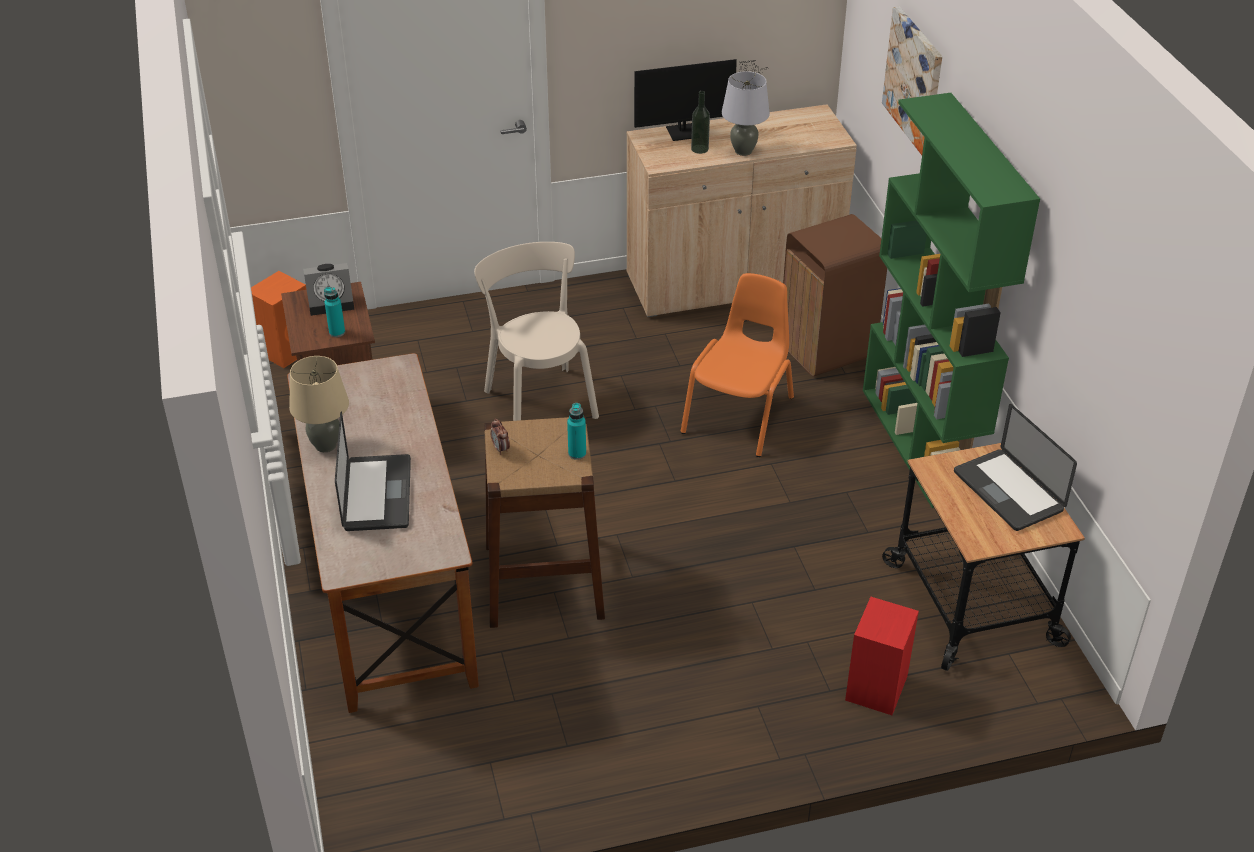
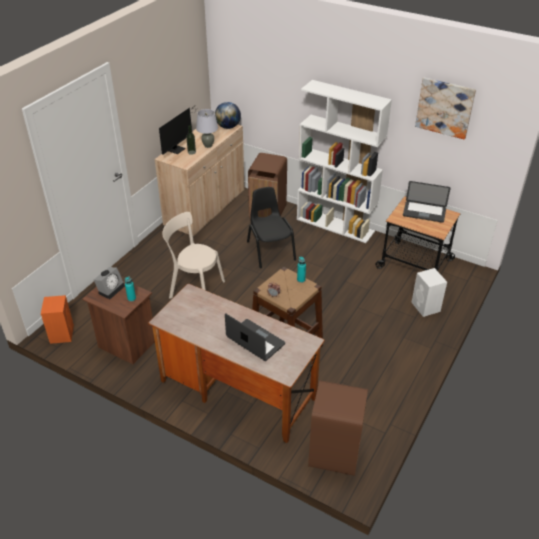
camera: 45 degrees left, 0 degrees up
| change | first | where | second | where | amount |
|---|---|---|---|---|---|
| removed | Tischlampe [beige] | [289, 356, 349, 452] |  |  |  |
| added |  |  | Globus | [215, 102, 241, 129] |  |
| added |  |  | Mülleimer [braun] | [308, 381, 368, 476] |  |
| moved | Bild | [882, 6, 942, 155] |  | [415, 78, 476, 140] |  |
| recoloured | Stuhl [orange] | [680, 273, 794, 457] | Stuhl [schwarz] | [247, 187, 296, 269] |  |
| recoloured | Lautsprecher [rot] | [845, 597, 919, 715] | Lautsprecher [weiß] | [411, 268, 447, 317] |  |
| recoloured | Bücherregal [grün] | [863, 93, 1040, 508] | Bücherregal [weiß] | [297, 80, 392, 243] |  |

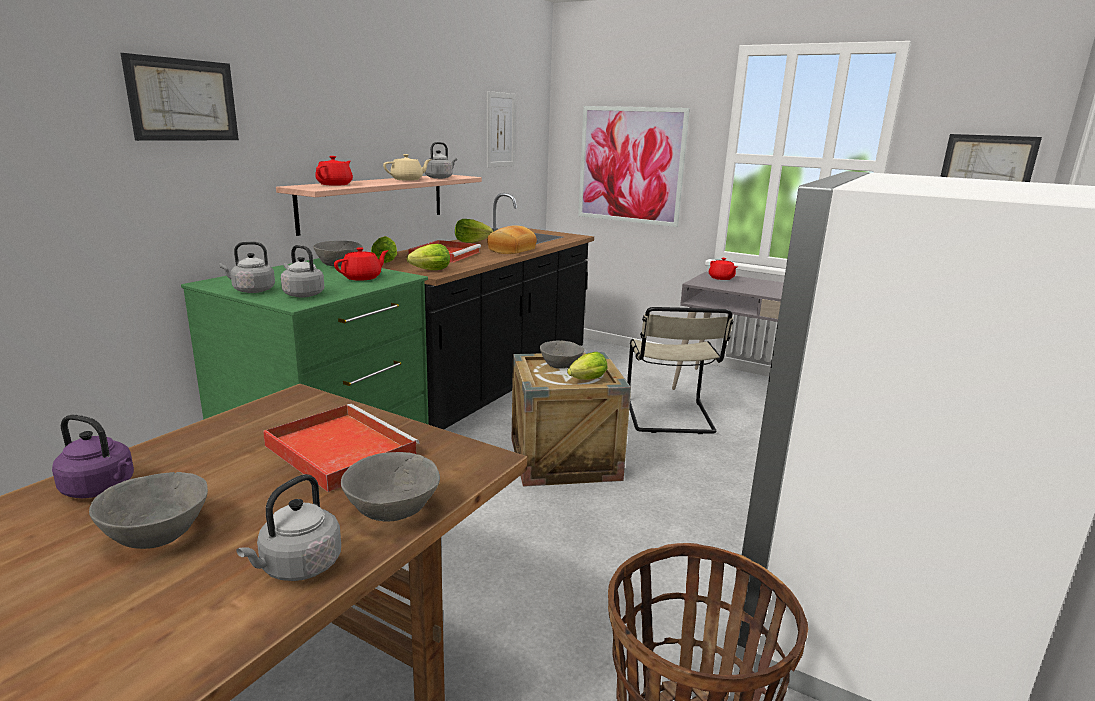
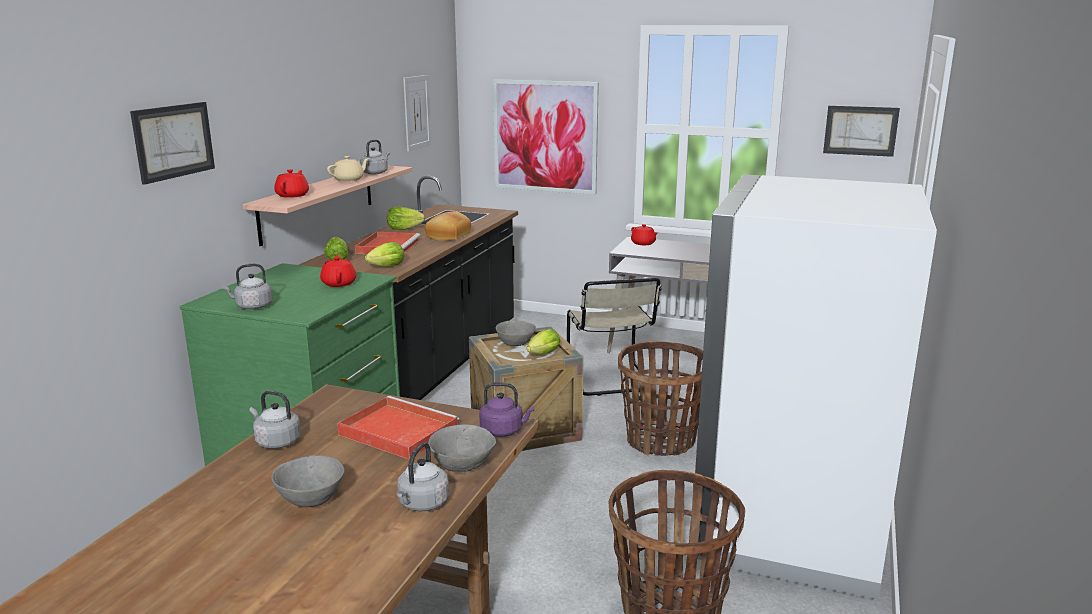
camera: 10 degrees left, 0 degrees up
| change | first | where | second | where | amount |
|---|---|---|---|---|---|
| removed | Schüssel [grau] | [313, 241, 363, 266] |  |  |  |
| added |  |  | Korb | [618, 341, 703, 456] |  |
| moved | Wasserkessel [lila] | [52, 415, 134, 498] |  | [479, 382, 535, 437] |  |
| moved | Wasserkessel [grau] | [281, 245, 324, 297] |  | [249, 391, 301, 449] |  |
| turned | Teekanne [rot] | [334, 247, 389, 281] |  | [320, 255, 356, 287] | 45 degrees counterclockwise |

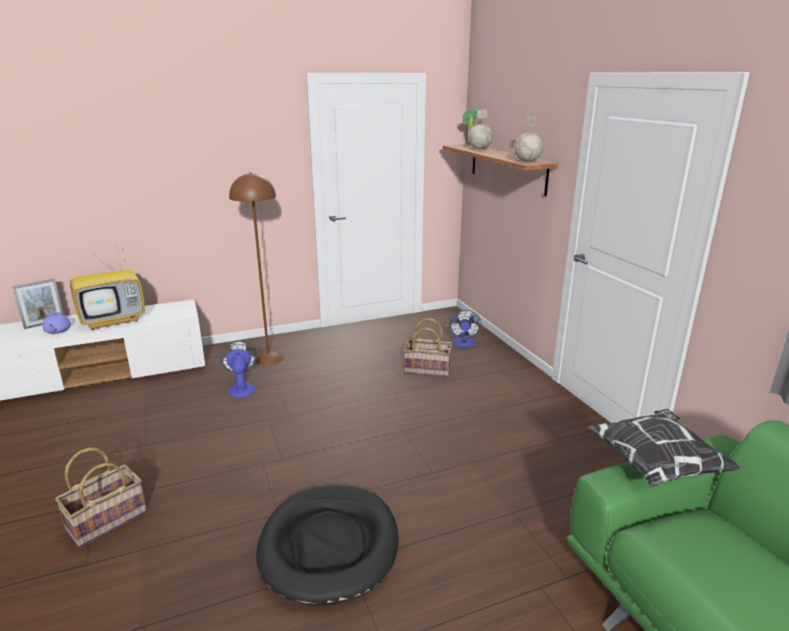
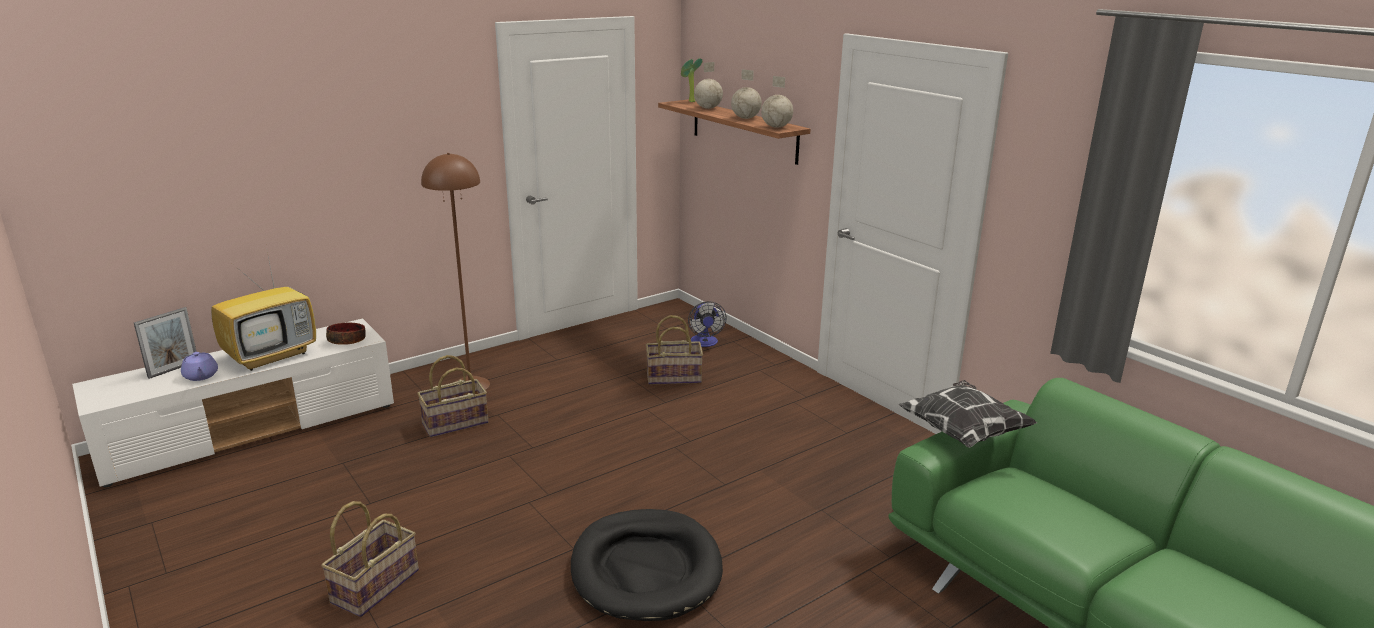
camera: 15 degrees left, 0 degrees up
| change | first | where | second | where | amount |
|---|---|---|---|---|---|
| added |  |  | Schüssel | [326, 322, 366, 345] |  |
| added |  |  | Globus | [731, 69, 762, 119] |  |
| replaced | Ventilator | [220, 340, 257, 398] | Korb | [417, 355, 488, 437] |  |

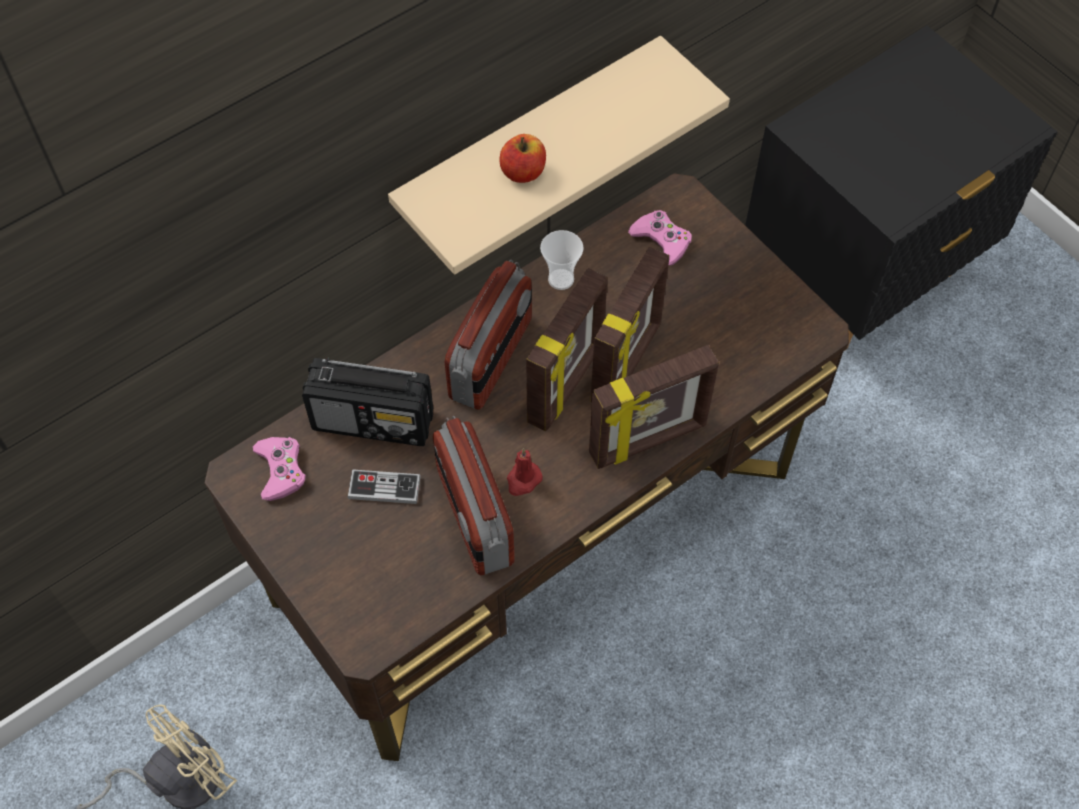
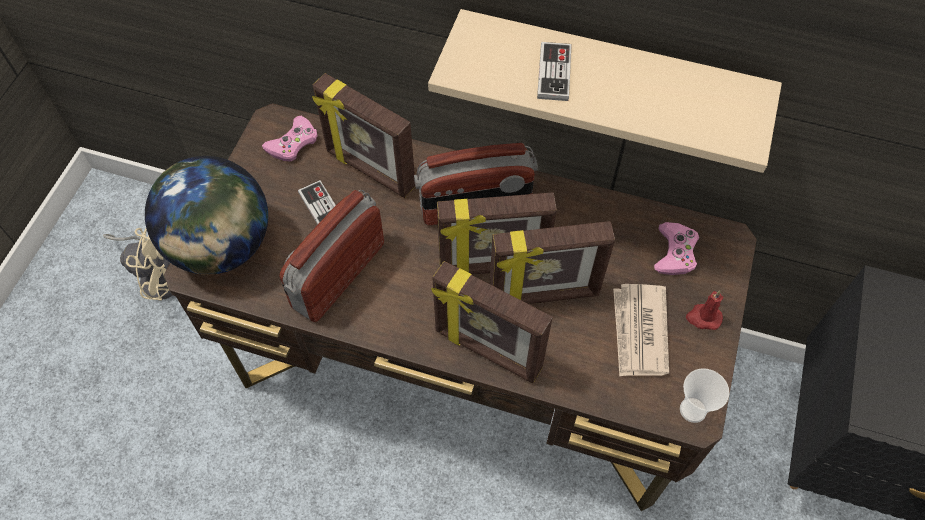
camera: 55 degrees right, 0 degrees up
| change | first | where | second | where | amount |
|---|---|---|---|---|---|
| added |  |  | Globus | [145, 156, 268, 275] |  |
| added |  |  | Zeitung | [613, 284, 669, 377] |  |
| moved | Kerze [rot] | [507, 448, 543, 496] |  | [686, 290, 723, 330] |  |
| moved | Tasse | [540, 230, 584, 290] |  | [680, 368, 729, 423] |  |
| replaced | Radio | [302, 357, 433, 446] | Bilderrahmen | [312, 73, 415, 198] |  |
| replaced | Apfel | [500, 134, 546, 183] | Gamepad | [537, 42, 571, 101] |  |

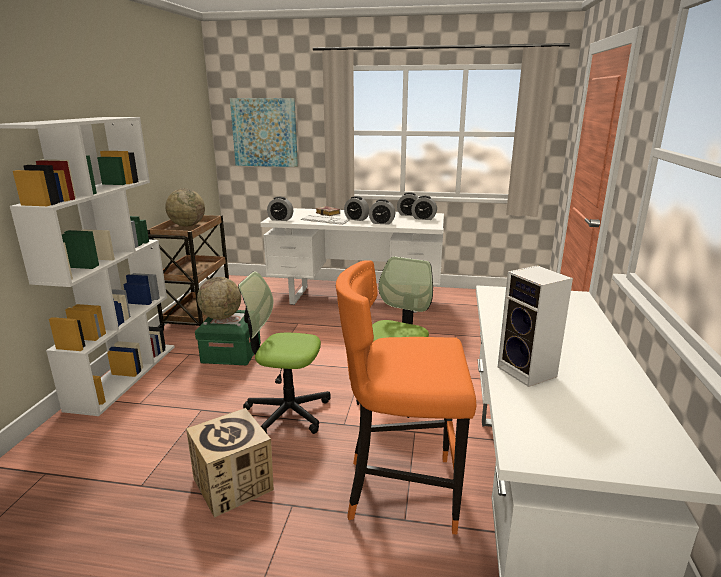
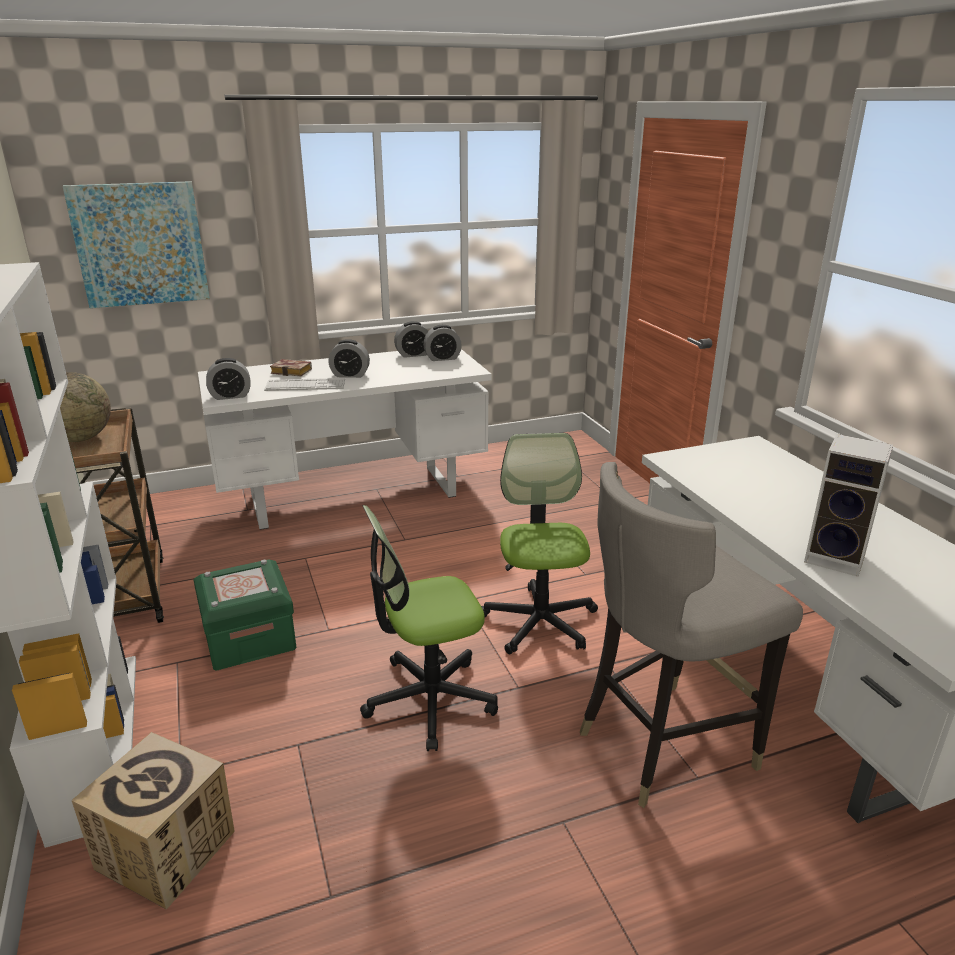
camera: 30 degrees left, 5 degrees up
| change | first | where | second | where | amount |
|---|---|---|---|---|---|
| removed | Globus | [197, 277, 241, 320] |  |  |  |
| removed | Wecker | [369, 199, 395, 225] |  |  |  |
| moved | Karton | [186, 408, 274, 518] |  | [72, 732, 235, 910] |  |
| recoloured | Hocker [orange] | [336, 260, 476, 534] | Hocker [grau] | [580, 462, 803, 808] |  |

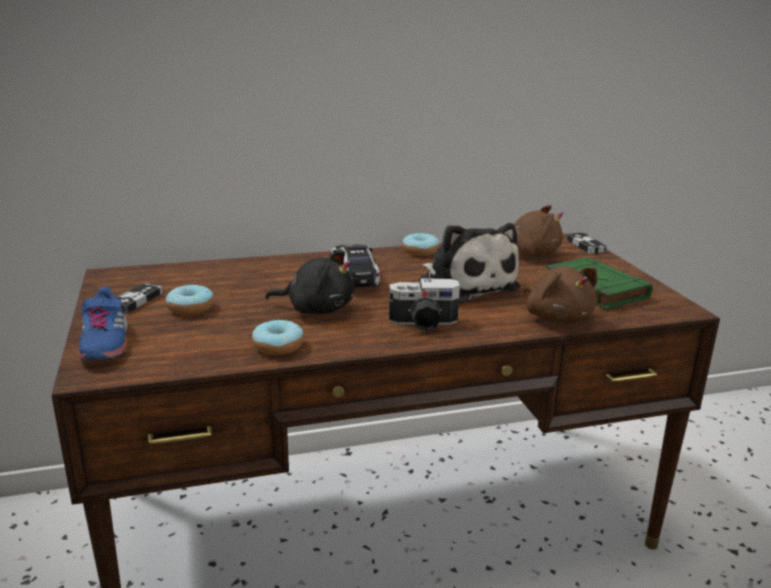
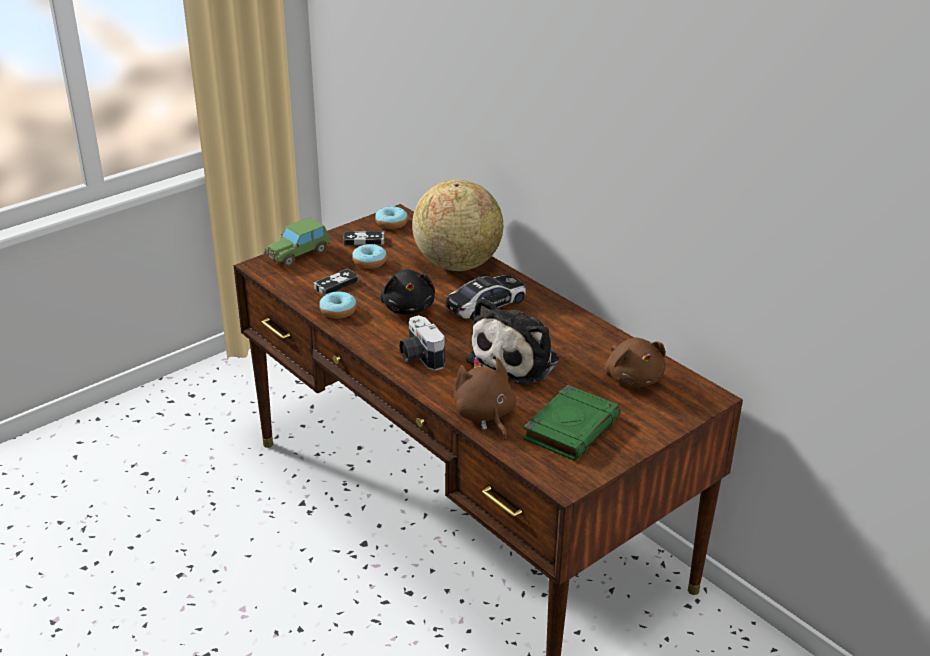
camera: 65 degrees right, 10 degrees up
| change | first | where | second | where | amount |
|---|---|---|---|---|---|
| added |  |  | Globus | [412, 179, 503, 271] |  |
| moved | Donut | [402, 233, 440, 256] |  | [375, 206, 408, 229] |  |
| moved | Gamepad | [567, 233, 607, 254] |  | [313, 269, 359, 296] |  |
| replaced | Schuh [blau] | [78, 287, 128, 361] | Spielzeugauto | [264, 217, 330, 267] |  |
| turned | Plüschtier [braun] | [523, 267, 597, 323] |  | [454, 357, 516, 440] | 120 degrees clockwise |

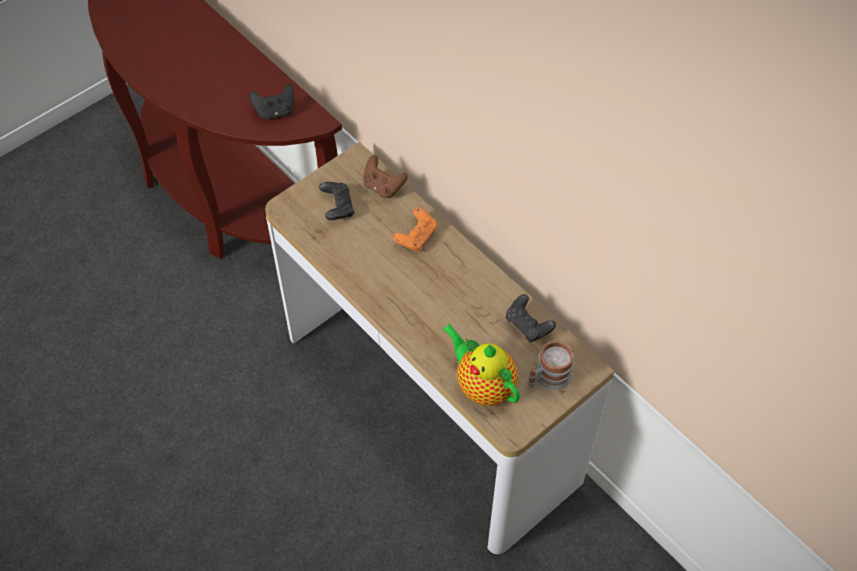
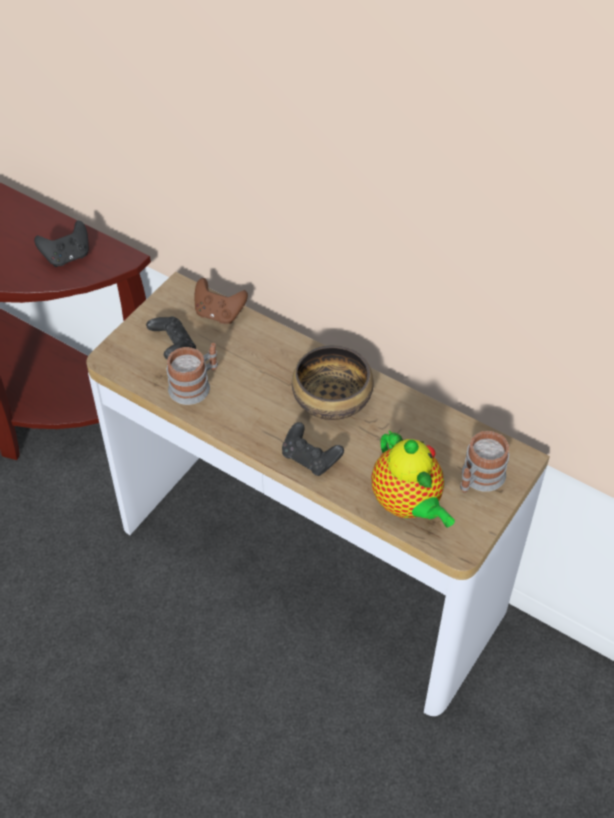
camera: 15 degrees left, 5 degrees down
| change | first | where | second | where | amount |
|---|---|---|---|---|---|
| removed | Gamepad [orange] | [393, 207, 437, 252] |  |  |  |
| added |  |  | Henkelbecher | [167, 343, 218, 405] |  |
| added |  |  | Schüssel | [292, 345, 374, 420] |  |
| moved | Gamepad [schwarz] | [506, 294, 556, 342] |  | [282, 422, 344, 476] |  |
| turned | Teekanne | [442, 324, 520, 406] |  | [371, 430, 455, 527] | 150 degrees counterclockwise |

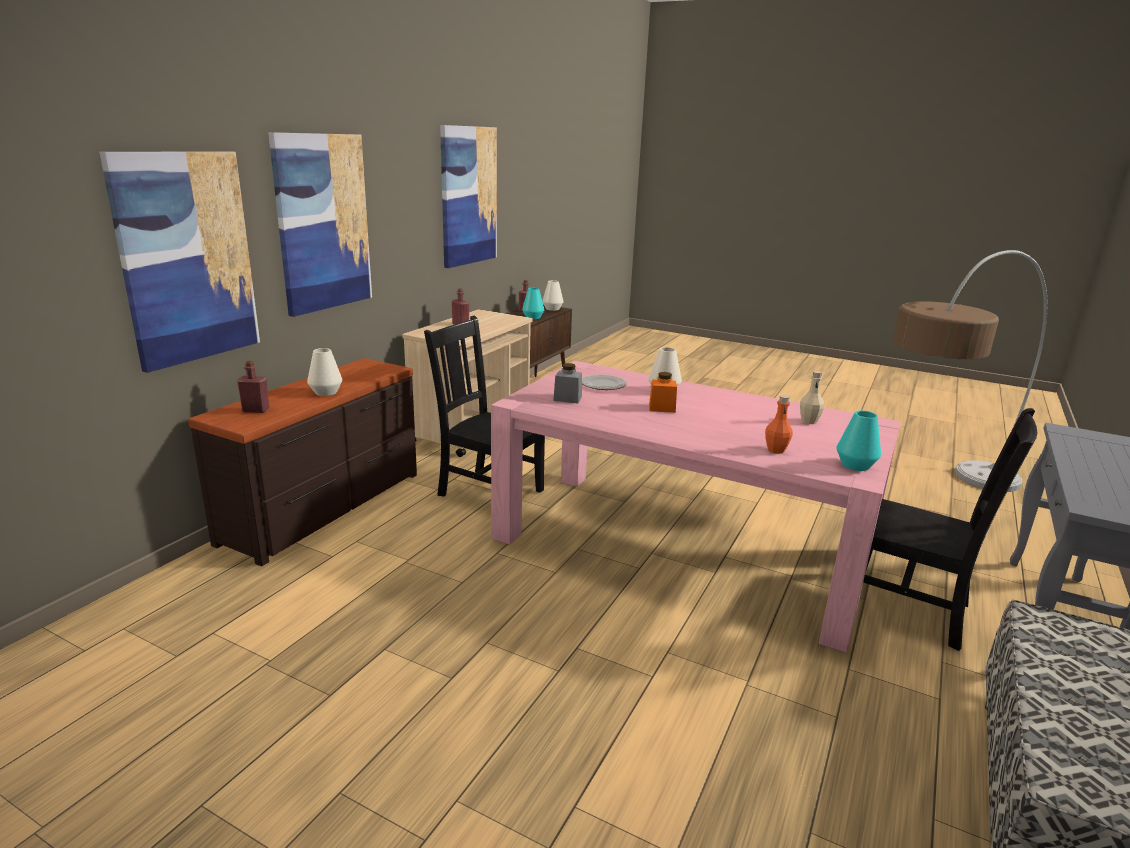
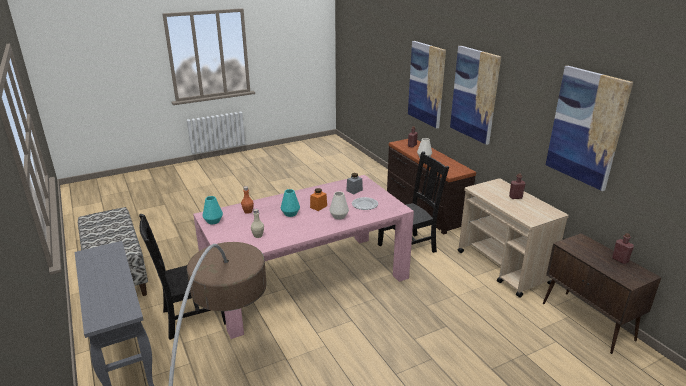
camera: 125 degrees right, 5 degrees up
| change | first | where | second | where | amount |
|---|---|---|---|---|---|
| removed | Vase [weiß] | [542, 280, 564, 311] |  |  |  |
| moved | Vase [türkis] | [522, 288, 544, 320] |  | [281, 189, 300, 217] |  |

